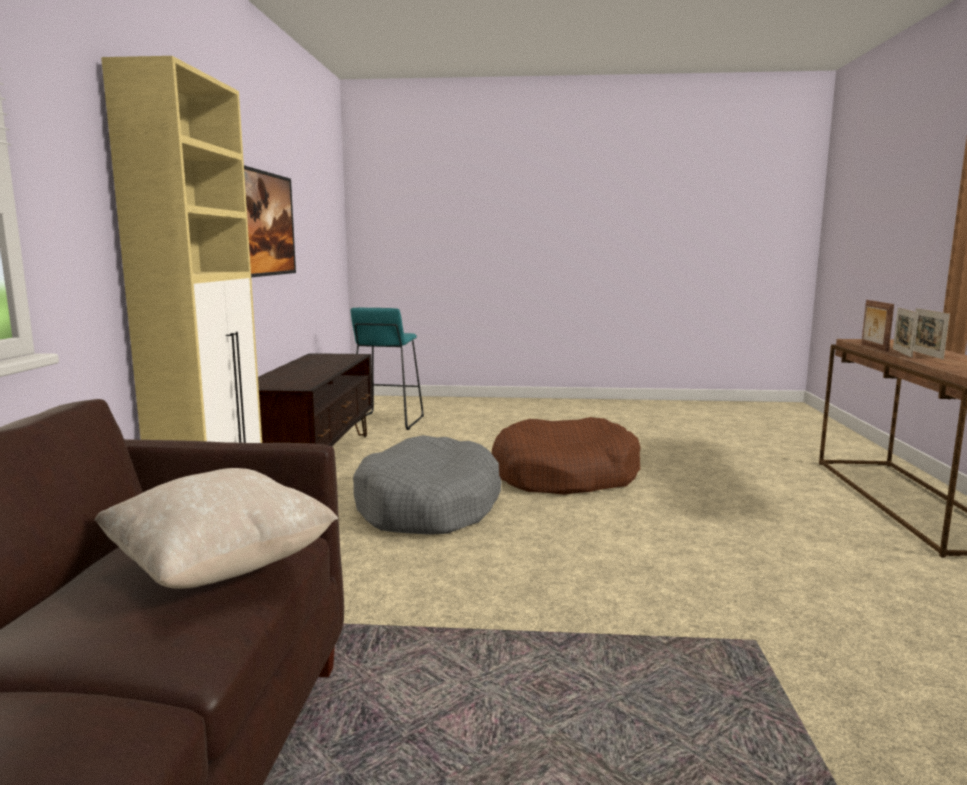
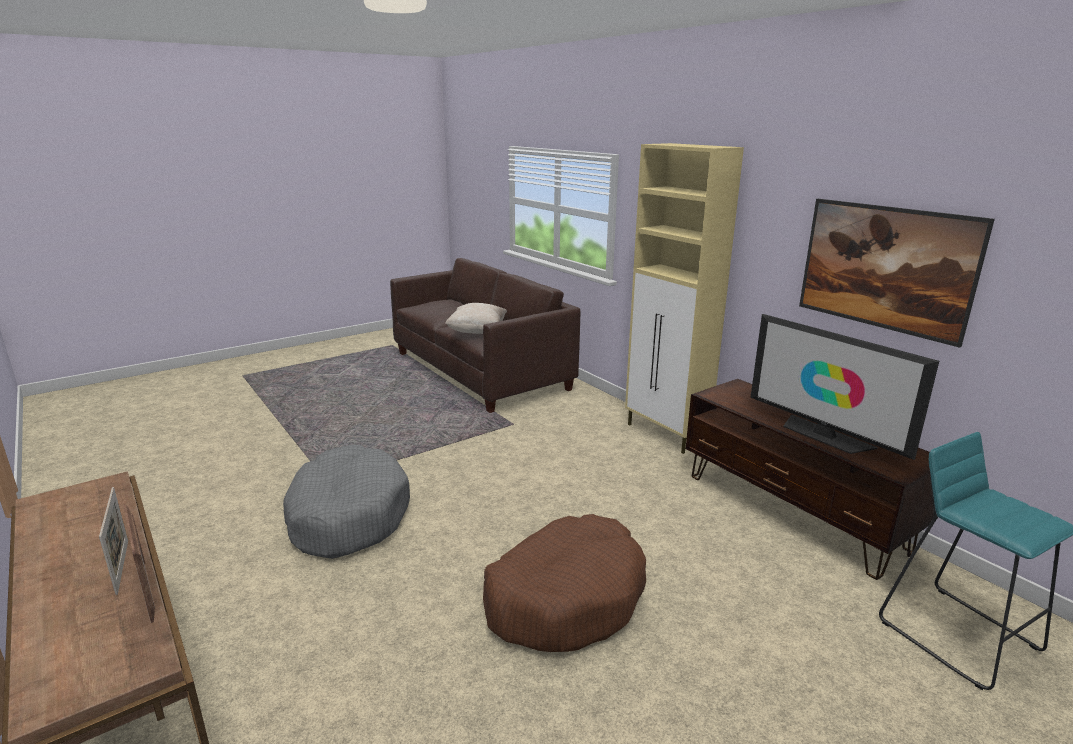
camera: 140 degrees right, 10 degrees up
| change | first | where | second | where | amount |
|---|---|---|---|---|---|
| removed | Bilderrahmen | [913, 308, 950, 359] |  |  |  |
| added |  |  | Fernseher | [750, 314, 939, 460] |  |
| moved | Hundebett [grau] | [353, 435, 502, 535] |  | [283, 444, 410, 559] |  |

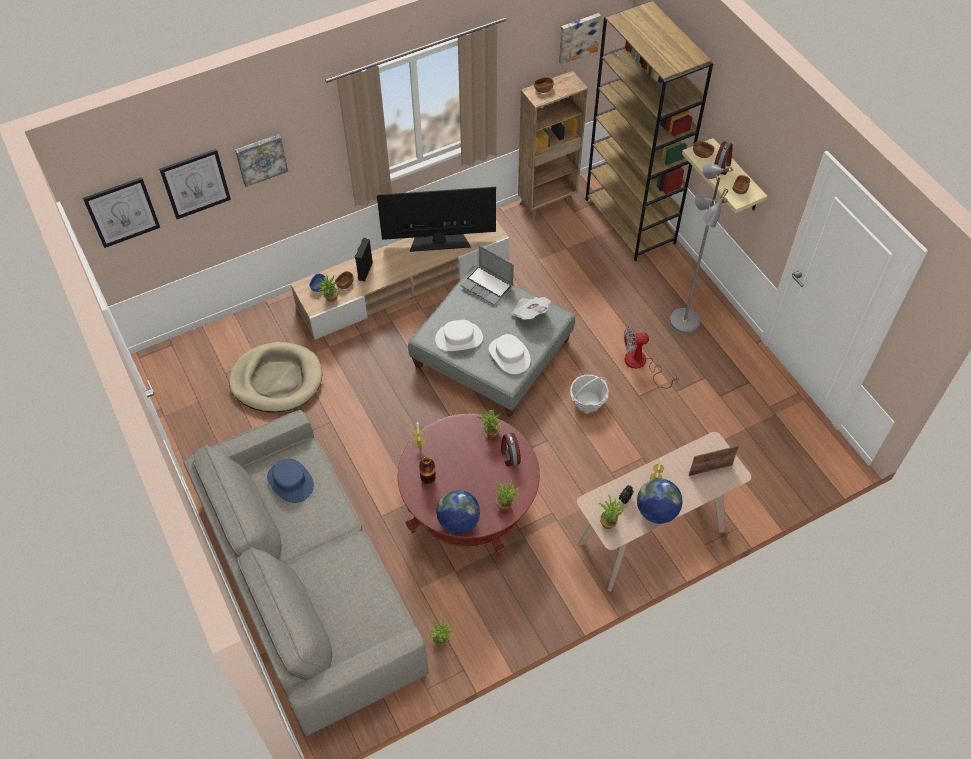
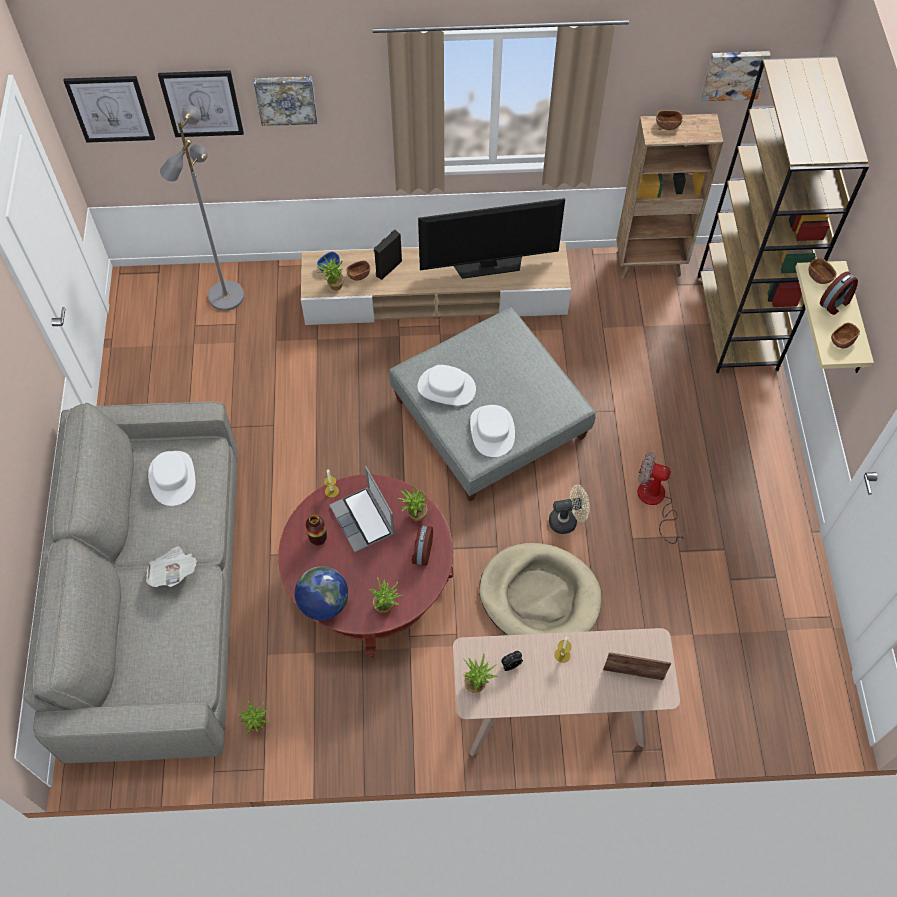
camera: 25 degrees right, 5 degrees up
| change | first | where | second | where | amount |
|---|---|---|---|---|---|
| removed | Globus | [637, 478, 682, 524] |  |  |  |
| moved | Hundebett [beige] | [229, 342, 322, 412] |  | [479, 543, 602, 635] |  |
| moved | Laptop | [460, 245, 514, 306] |  | [330, 466, 395, 552] |  |
| moved | Zeitung | [511, 297, 551, 320] |  | [146, 546, 198, 587] |  |
| moved | Stehlampe [grau] | [670, 164, 732, 333] |  | [160, 105, 244, 311] |  |
| replaced | Korb | [570, 375, 609, 413] | Ventilator [beige] | [549, 485, 590, 534] |  |
| recoloured | Hut [blau] | [267, 459, 314, 503] | Hut [weiß] | [148, 451, 195, 506] |  |
| turned | Fernseher | [377, 187, 496, 252] |  | [418, 198, 565, 279] | 150 degrees clockwise |

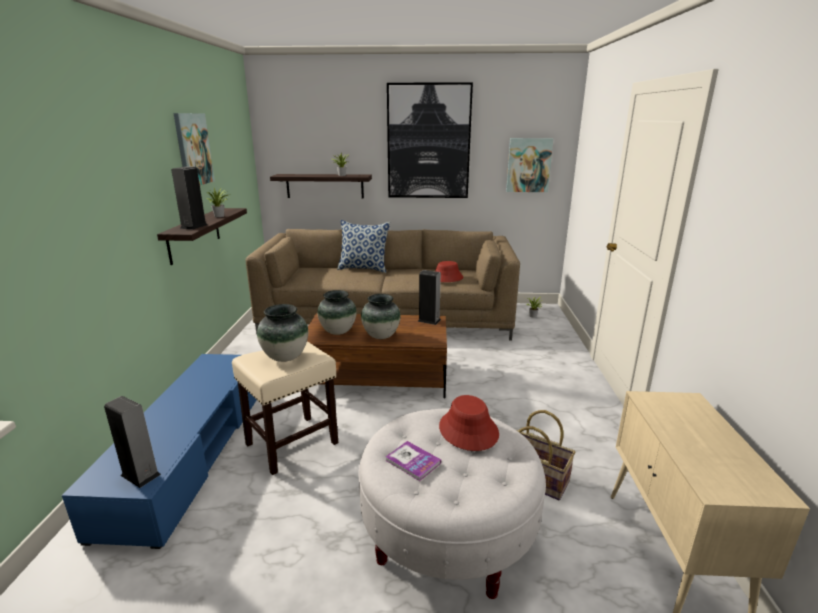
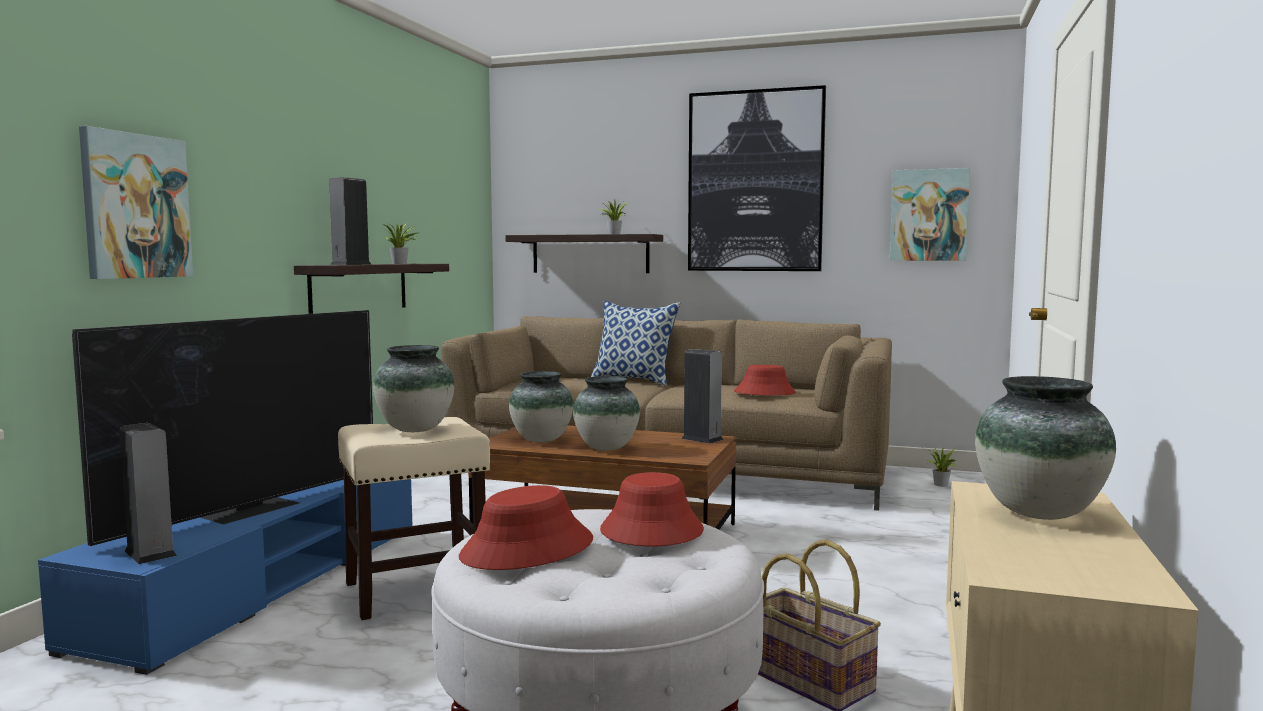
camera: 15 degrees right, 15 degrees down
| change | first | where | second | where | amount |
|---|---|---|---|---|---|
| added |  |  | Fernseher | [72, 310, 373, 546] |  |
| added |  |  | Vase | [975, 376, 1116, 520] |  |
| moved | Bild | [173, 113, 215, 185] |  | [79, 126, 193, 279] |  |
| replaced | Buch | [385, 441, 441, 481] | Hut [rot] | [459, 485, 593, 570] |  |

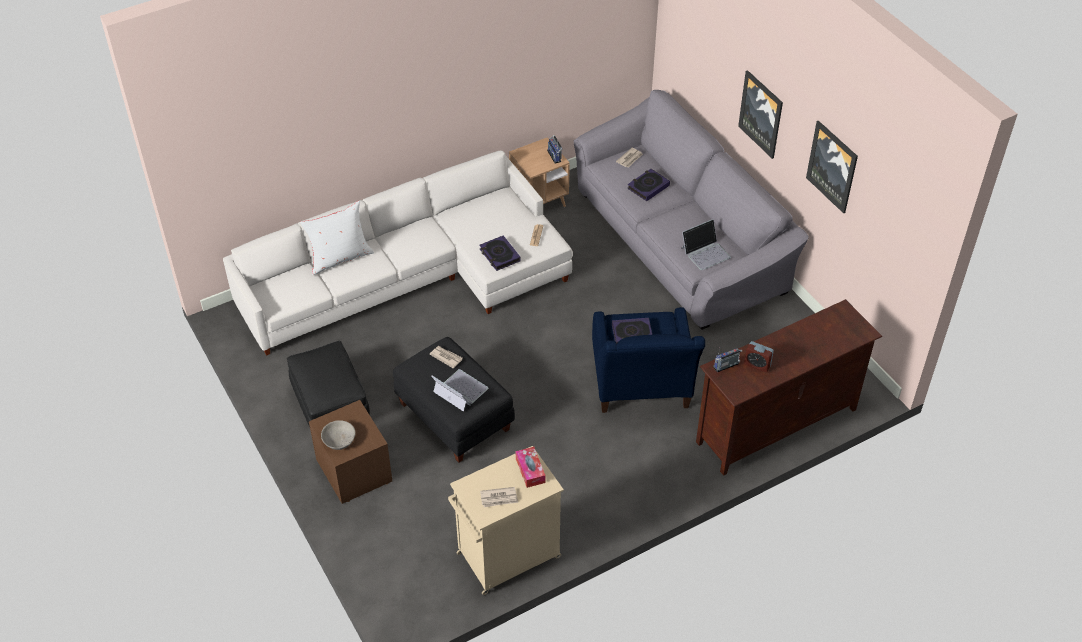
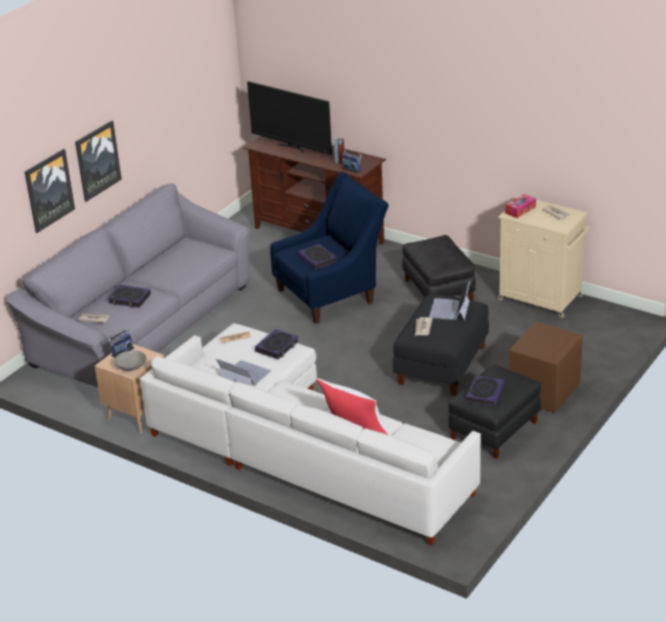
camera: 115 degrees left, 15 degrees down
| change | first | where | second | where | amount |
|---|---|---|---|---|---|
| added |  |  | Fernseher | [247, 81, 332, 155] |  |
| added |  |  | Polsterhocker [schwarz] | [402, 235, 476, 301] |  |
| added |  |  | Buch | [466, 375, 504, 407] |  |
| moved | Schüssel [grau] | [321, 420, 356, 450] |  | [114, 350, 146, 371] |  |
| moved | Laptop | [681, 219, 731, 270] |  | [216, 358, 271, 386] |  |
| moved | Bild | [806, 121, 858, 214] |  | [25, 149, 75, 233] |  |

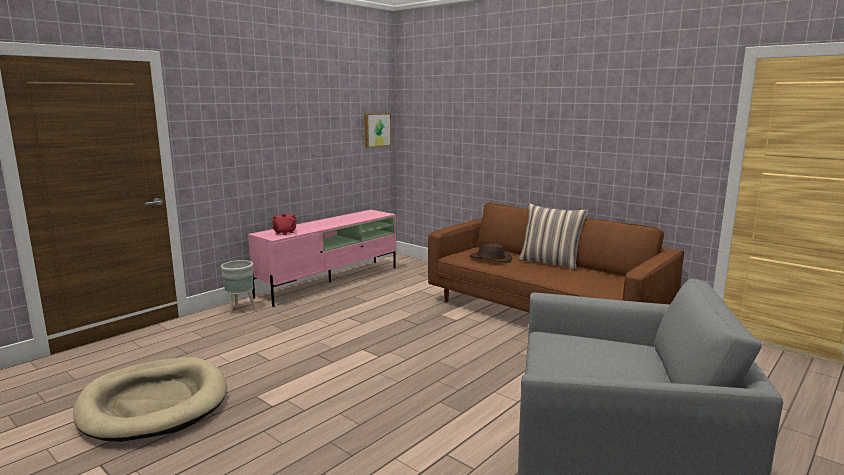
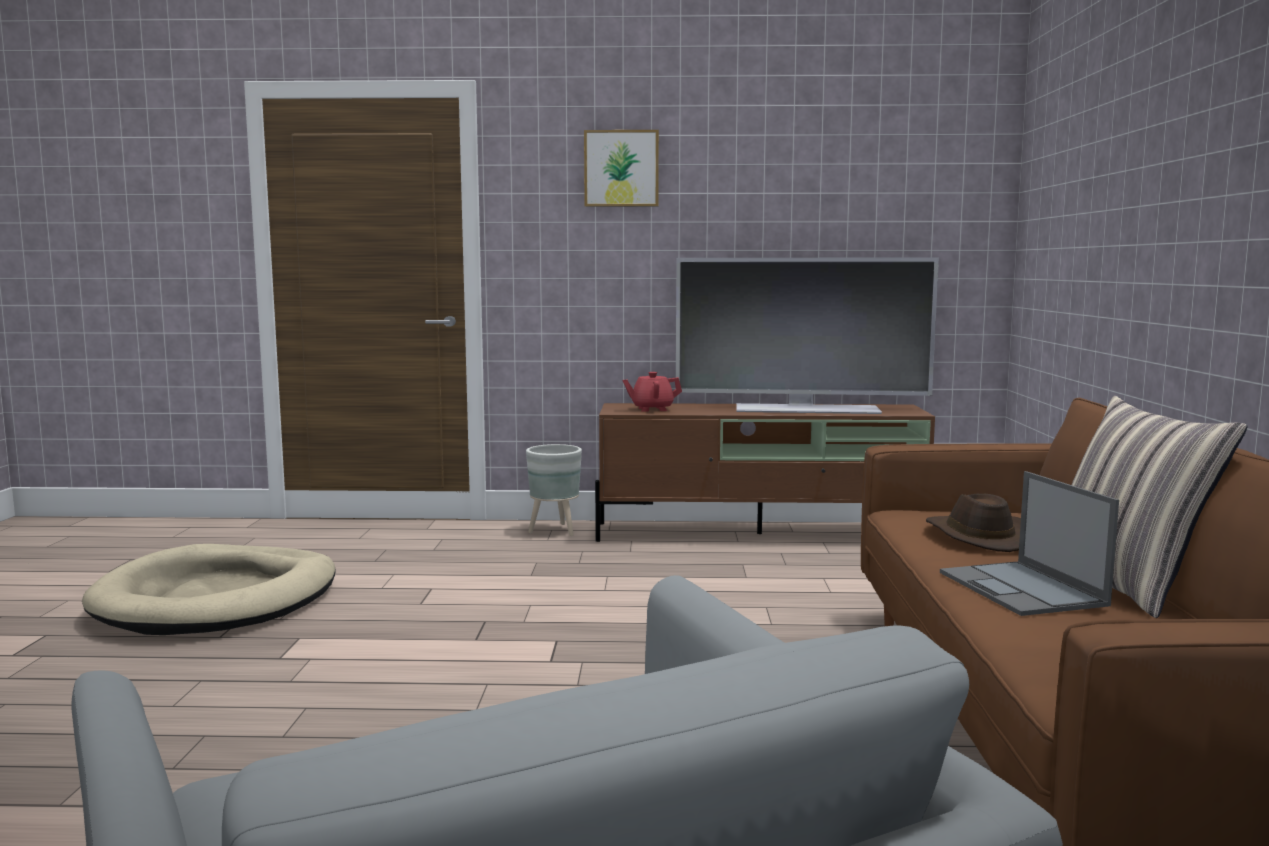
camera: 50 degrees right, 5 degrees down
| change | first | where | second | where | amount |
|---|---|---|---|---|---|
| added |  |  | Fernseher | [676, 258, 939, 414] |  |
| added |  |  | Laptop | [940, 471, 1119, 616] |  |
| moved | Bild | [364, 113, 391, 148] |  | [584, 130, 659, 207] |  |
| recoloured | Fernsehschrank [rosa] | [248, 210, 396, 307] | Fernsehschrank [braun] | [595, 403, 935, 542] |  |

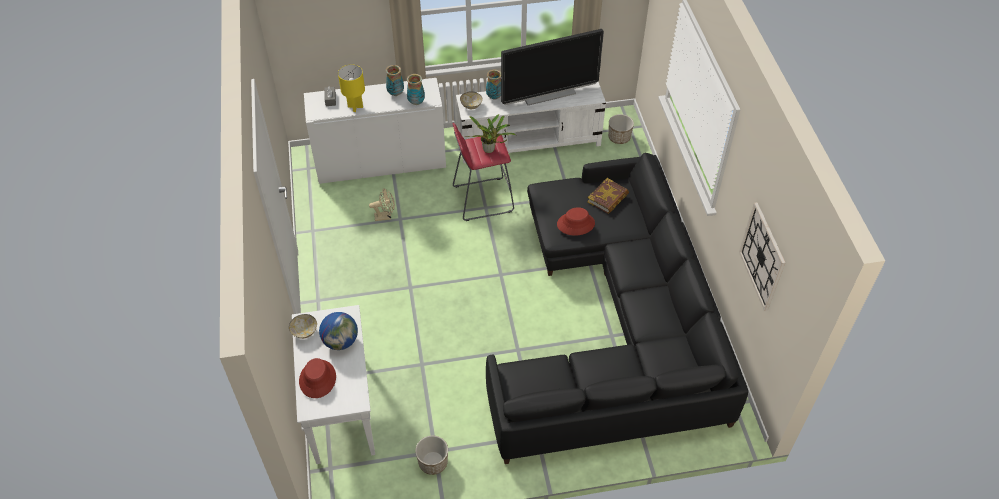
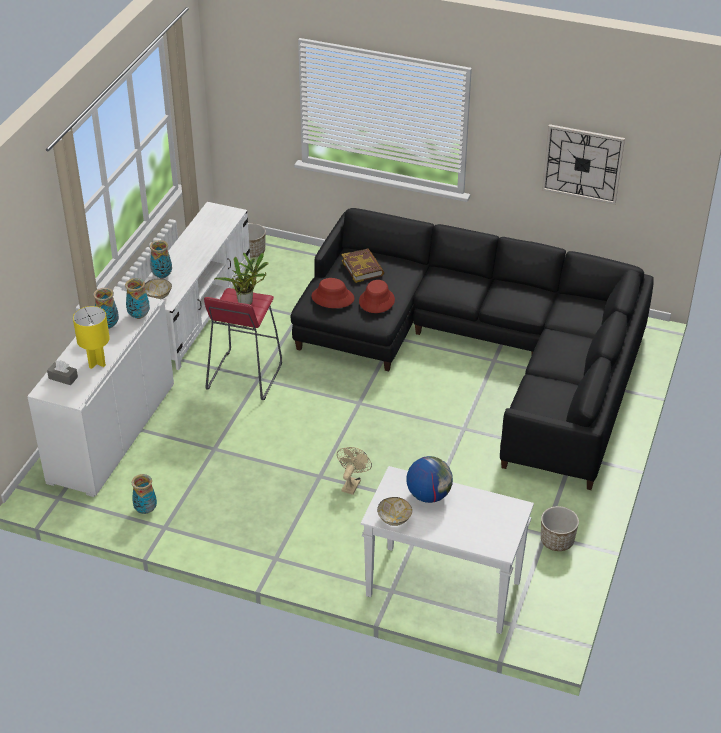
camera: 60 degrees left, 10 degrees down
| change | first | where | second | where | amount |
|---|---|---|---|---|---|
| removed | Fernseher | [501, 29, 604, 105] |  |  |  |
| added |  |  | Vase | [131, 474, 157, 514] |  |
| moved | Hut [rot] | [299, 358, 336, 398] |  | [312, 278, 354, 308] |  |
| moved | Ventilator [beige] | [369, 188, 395, 221] |  | [337, 447, 372, 495] |  |

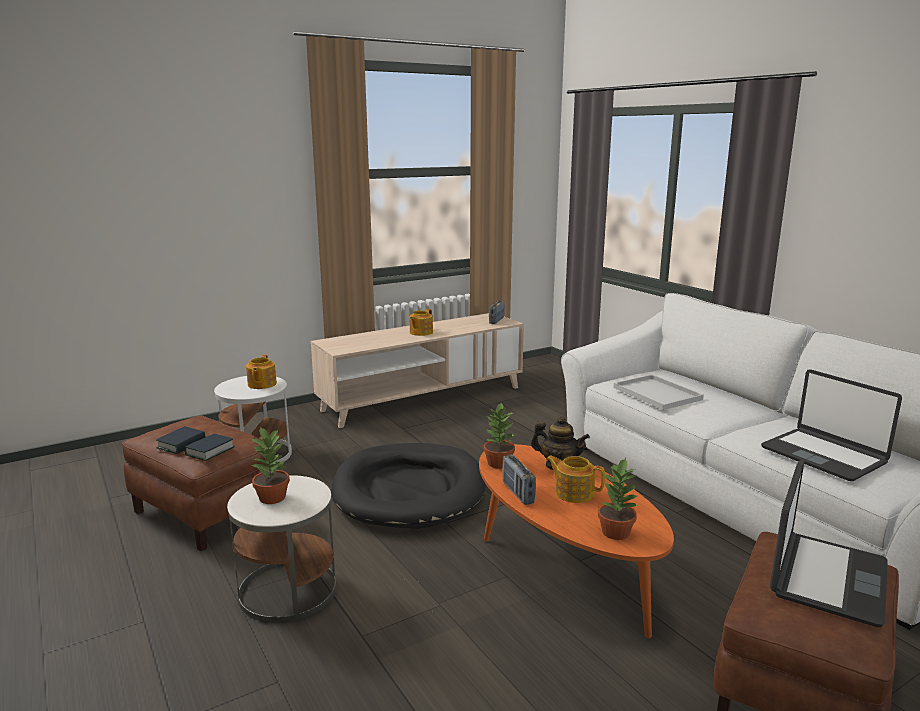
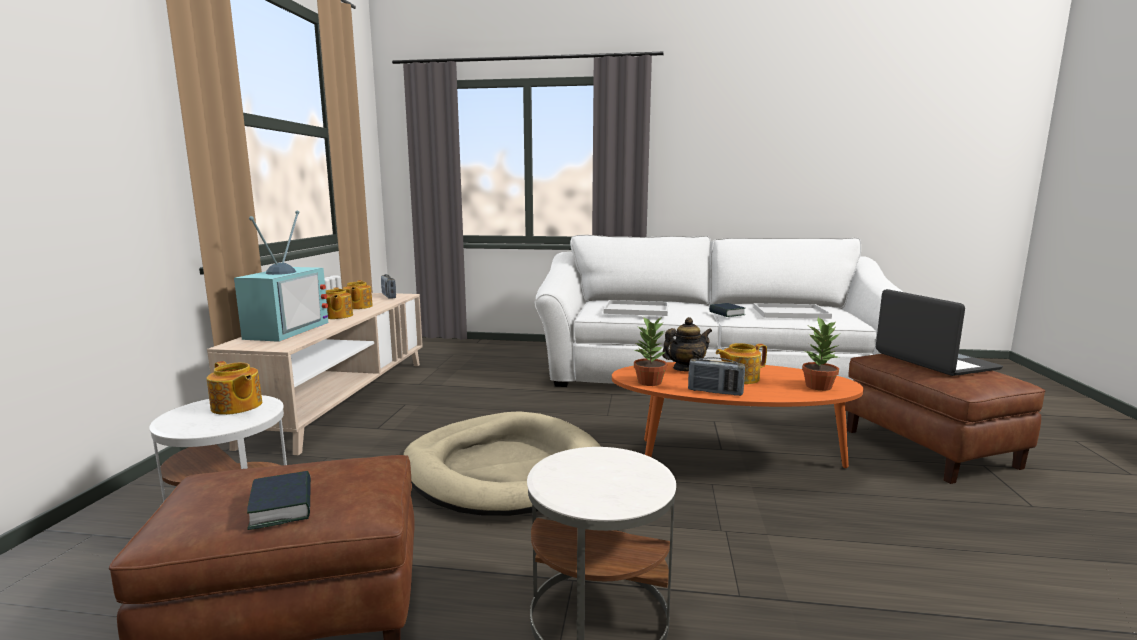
camera: 50 degrees left, 5 degrees down
| change | first | where | second | where | amount |
|---|---|---|---|---|---|
| removed | Topfpflanze | [252, 427, 290, 504] |  |  |  |
| added |  |  | Fernseher | [234, 210, 329, 342] |  |
| added |  |  | Teekanne | [343, 280, 373, 309] |  |
| moved | Buch | [184, 434, 235, 461] |  | [709, 303, 745, 317] |  |
| replaced | Laptop | [761, 369, 902, 481] | Tablett [weiß] | [753, 303, 832, 319] |  |
| recoloured | Hundebett [schwarz] | [331, 443, 486, 529] | Hundebett [beige] | [403, 411, 601, 516] |  |

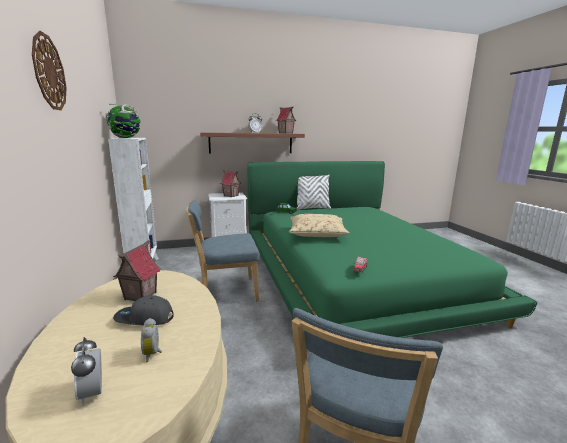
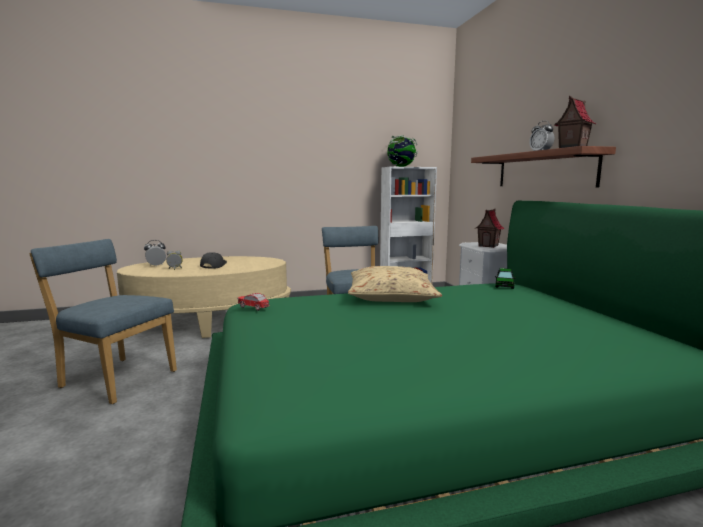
camera: 90 degrees right, 5 degrees down
| change | first | where | second | where | amount |
|---|---|---|---|---|---|
| removed | Wanduhr | [32, 31, 67, 110] |  |  |  |
| removed | Spielzeughaus | [113, 240, 161, 301] |  |  |  |
| removed | Kissen [weiß] | [297, 175, 331, 210] |  |  |  |

